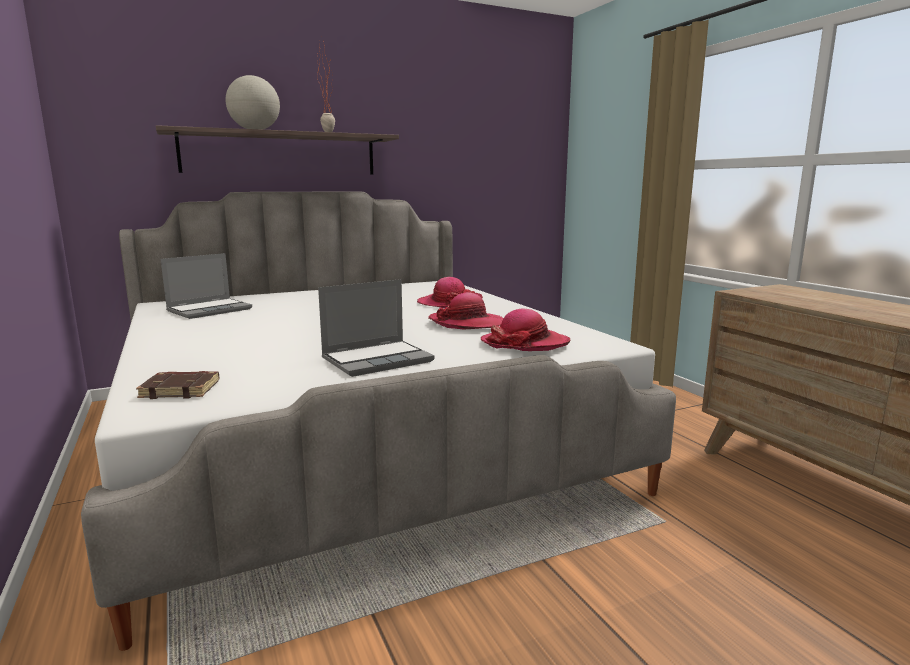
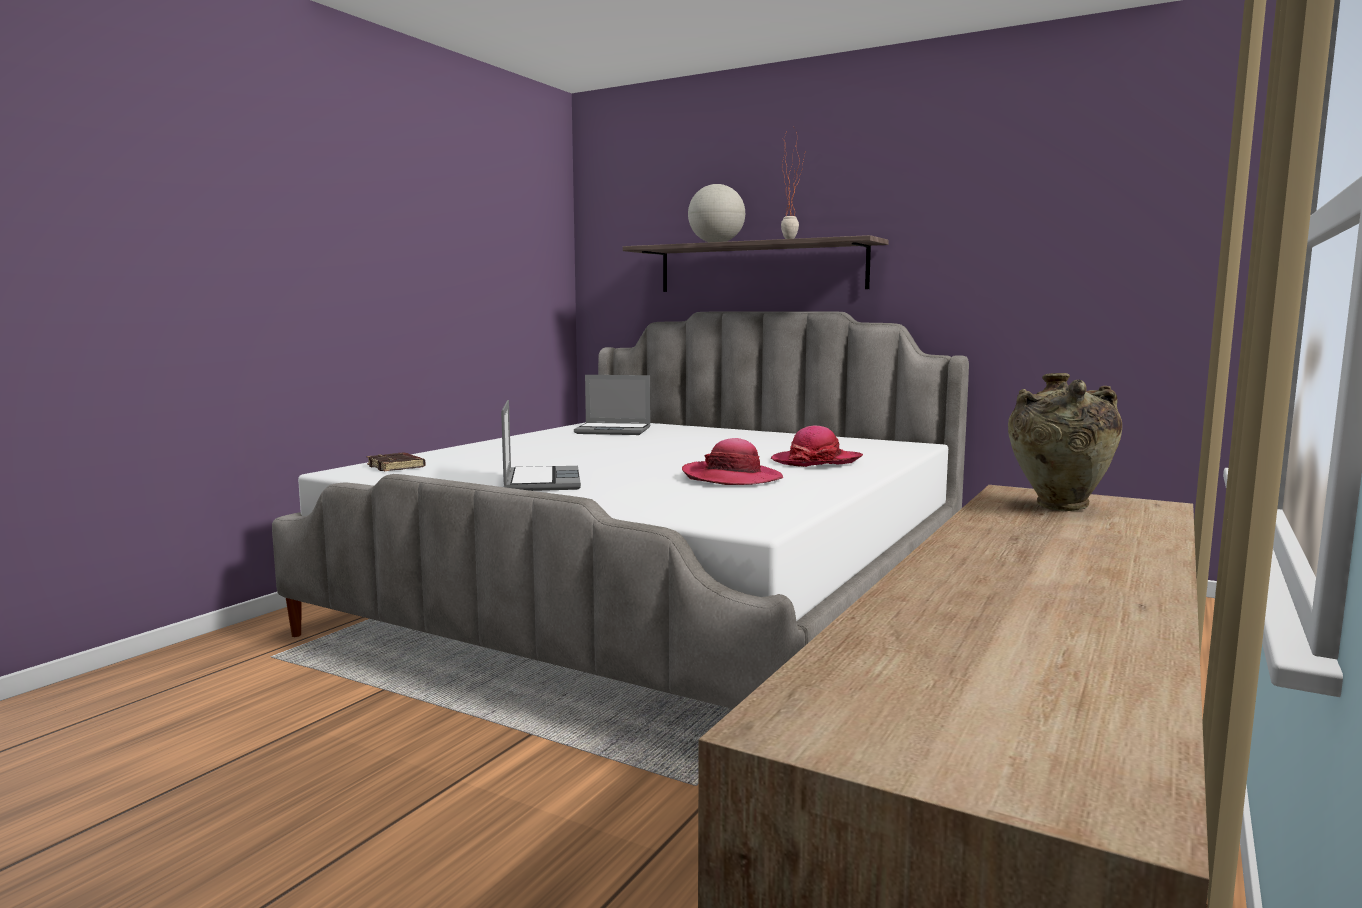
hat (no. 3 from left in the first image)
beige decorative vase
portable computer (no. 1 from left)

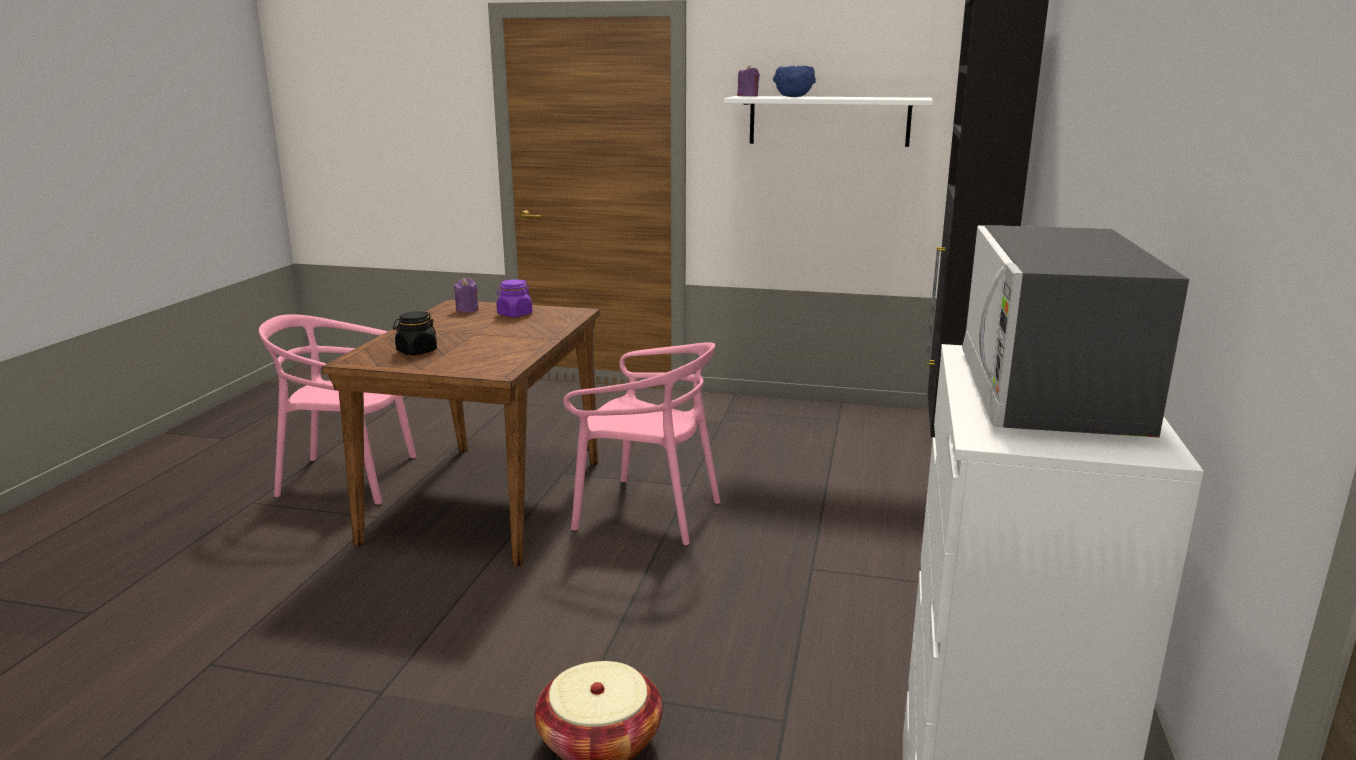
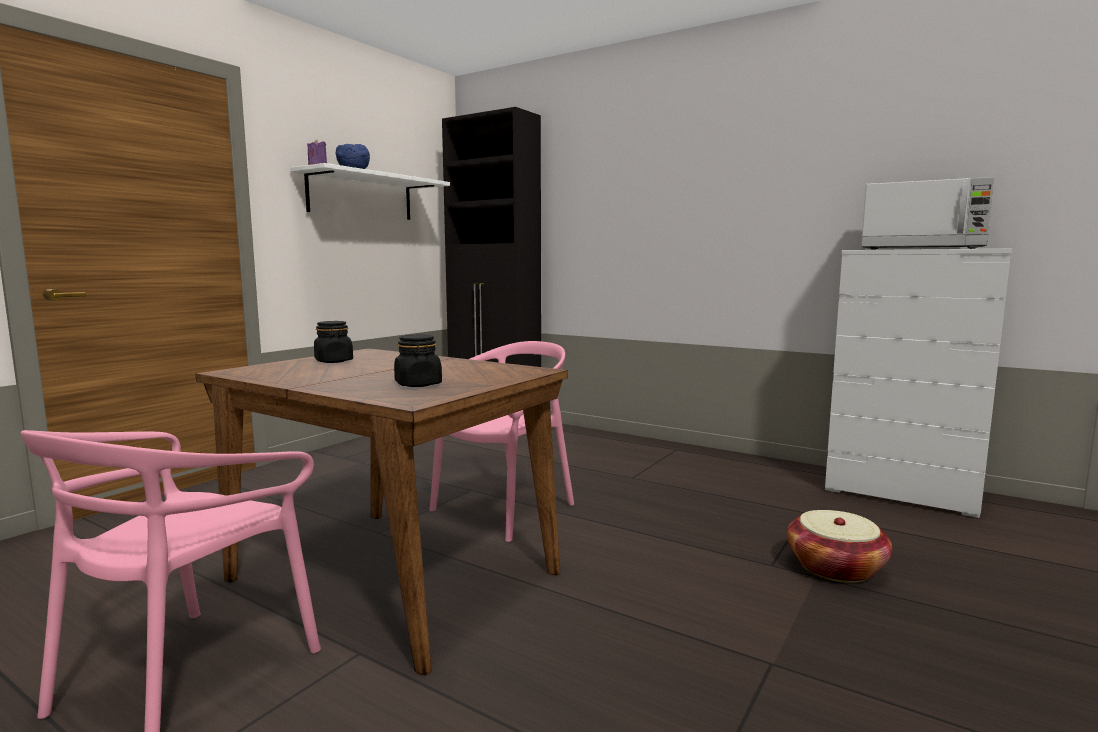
purplish candle (no. 1 from left in the first image)
black jar (no. 1 from left)

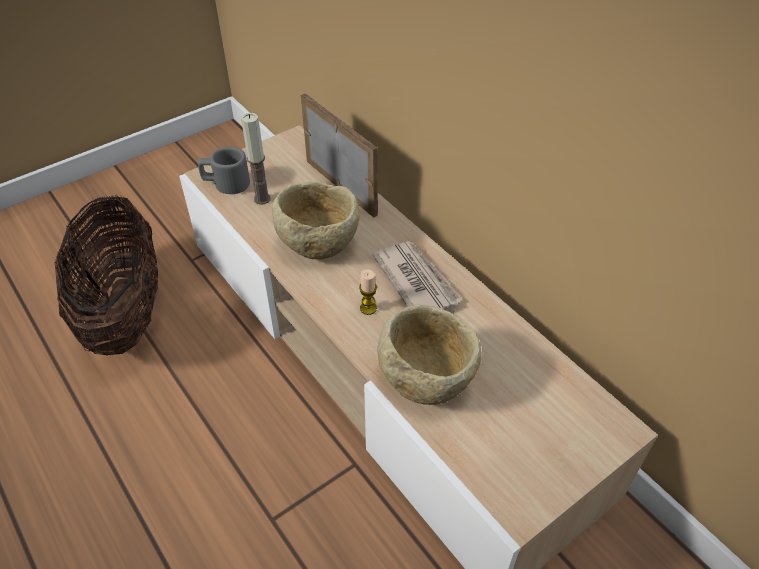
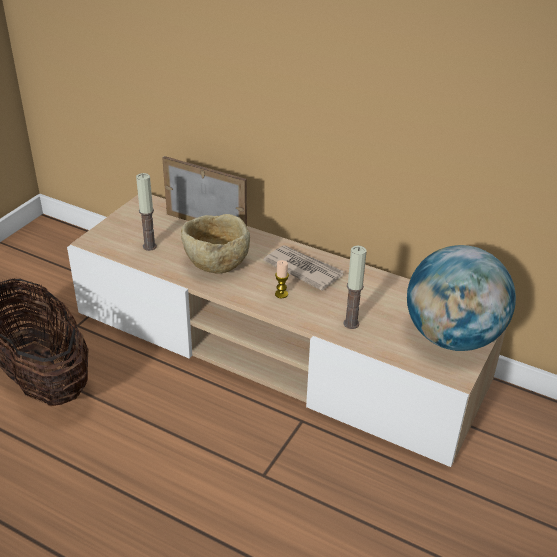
greyish tea mug
desk globe
candle (no. 3 from left)

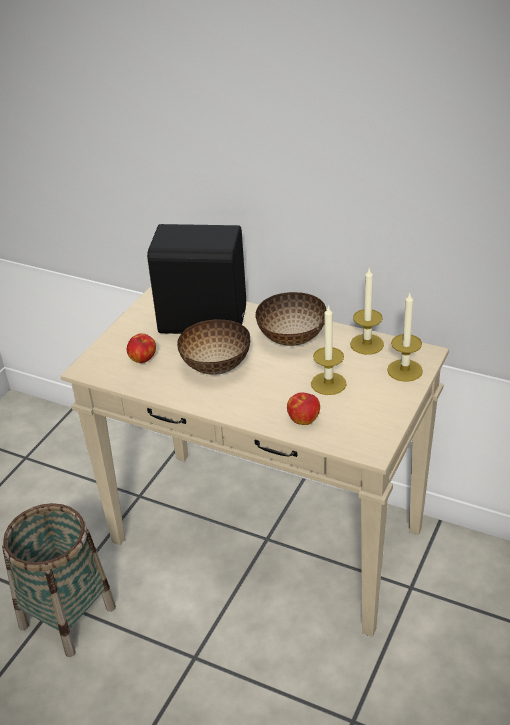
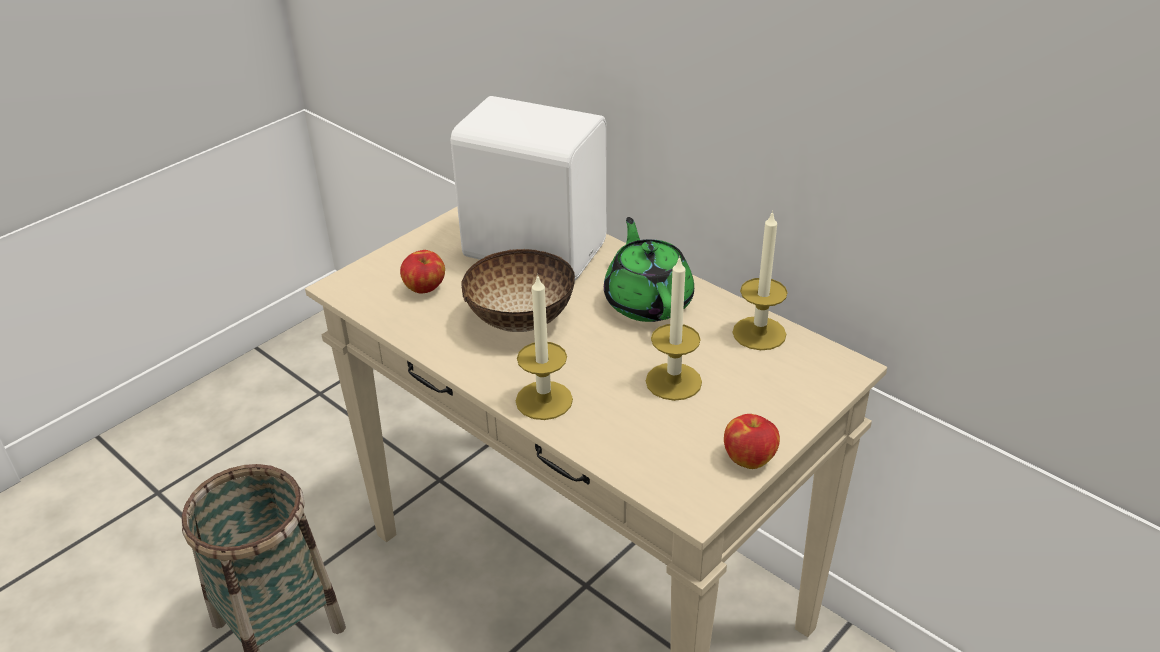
apple fruit (no. 2 from left)
candle (no. 1 from left)
green-coloured tea pot
white-coloured audio speaker

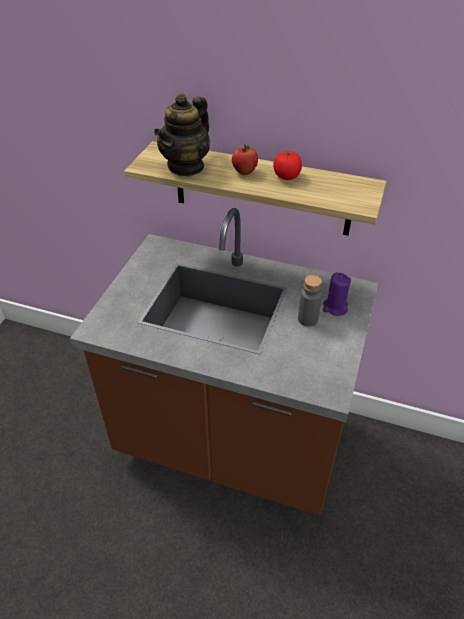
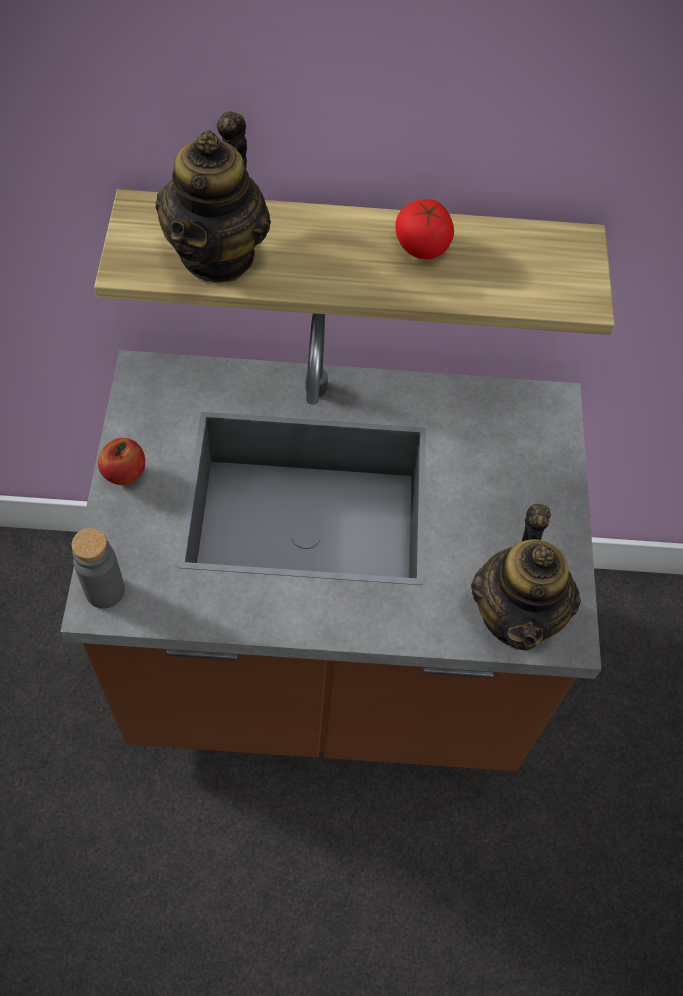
purplish candle
tea pot (no. 2 from left)
apple fruit
greyish bottle

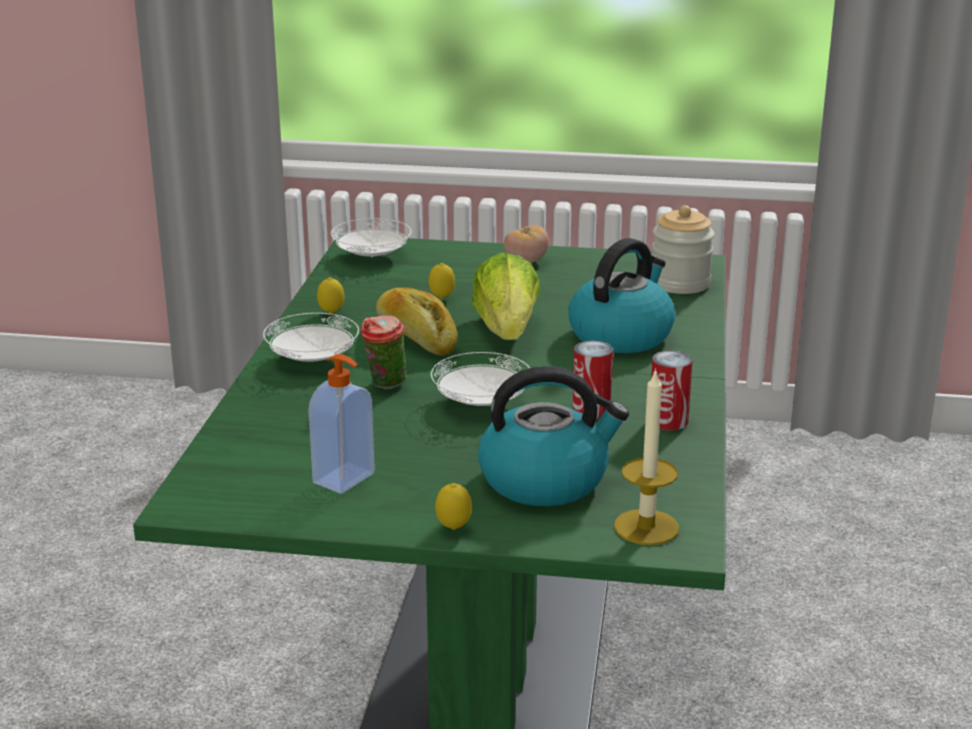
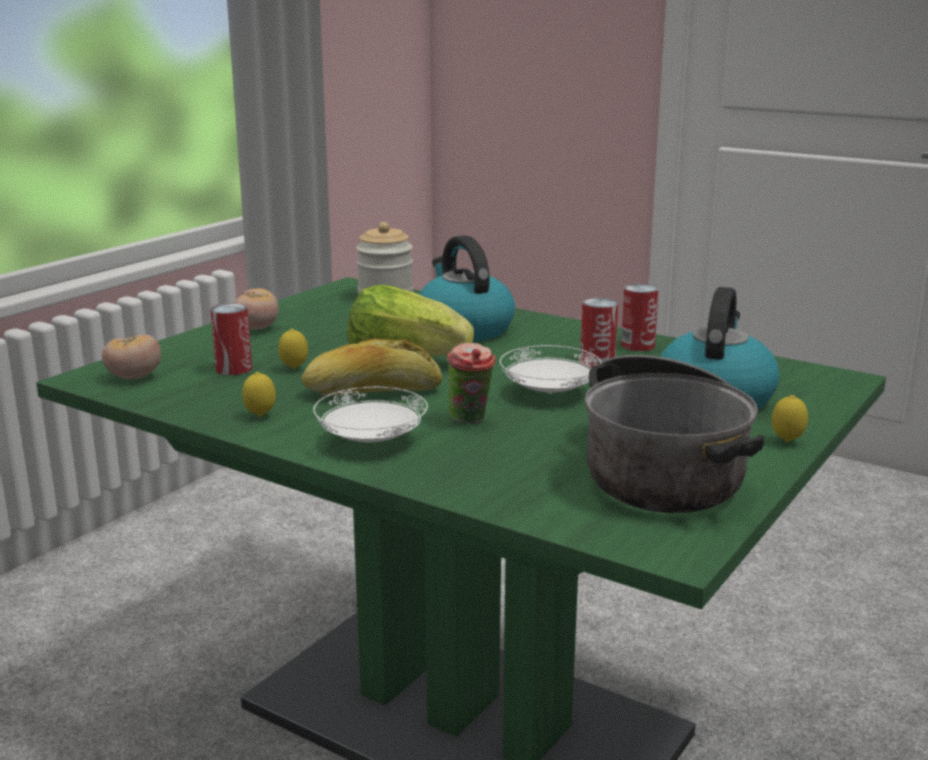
candle
can (no. 1 from left)
cooking pot
tomato (no. 1 from left)

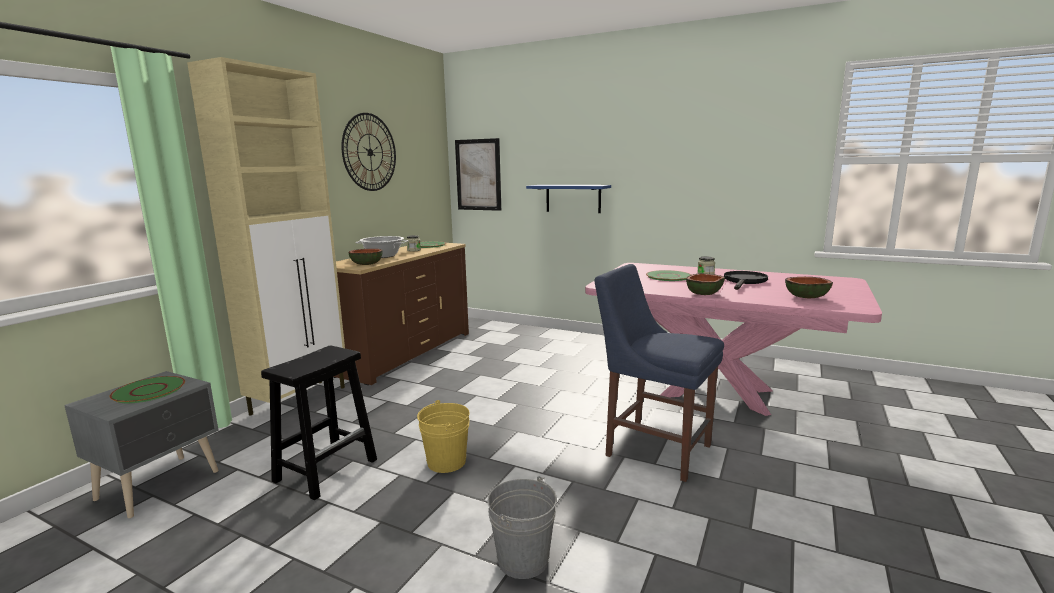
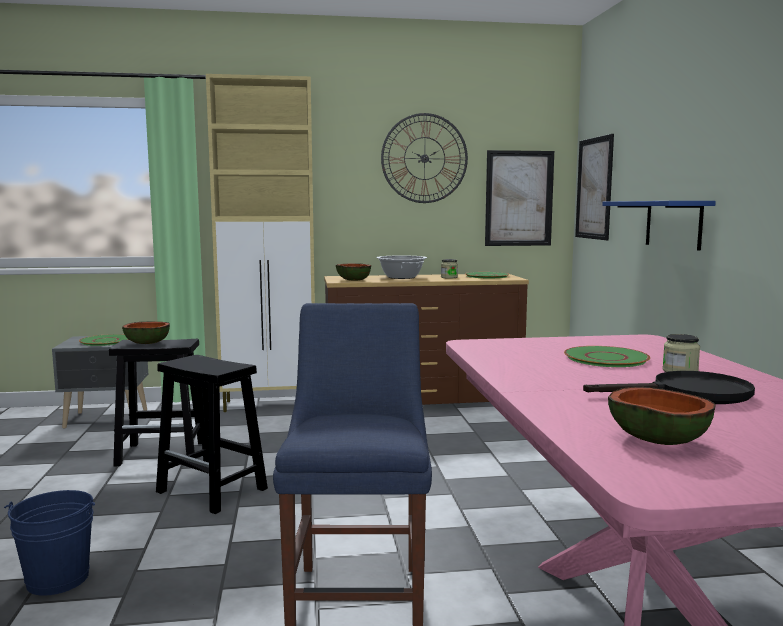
wall art (no. 1 from left)
serving bowl (no. 1 from left)
black stool (no. 2 from left)
blue-coloured pail

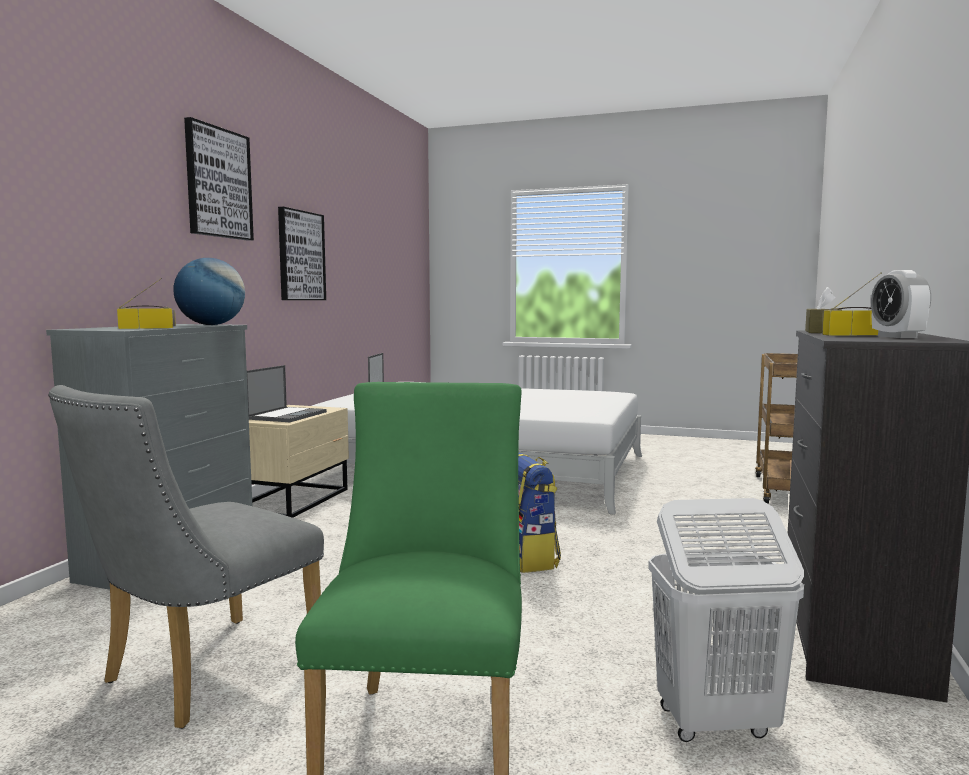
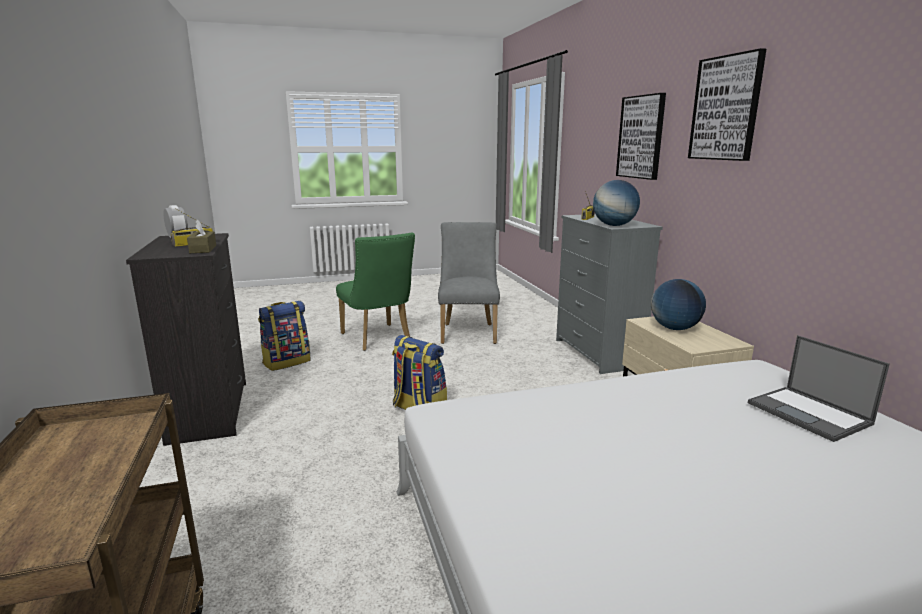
wall art (no. 1 from left)
desk globe (no. 2 from left)
rucksack (no. 1 from left)

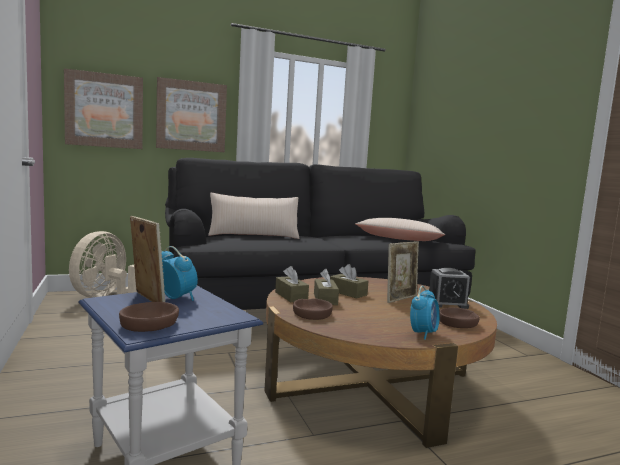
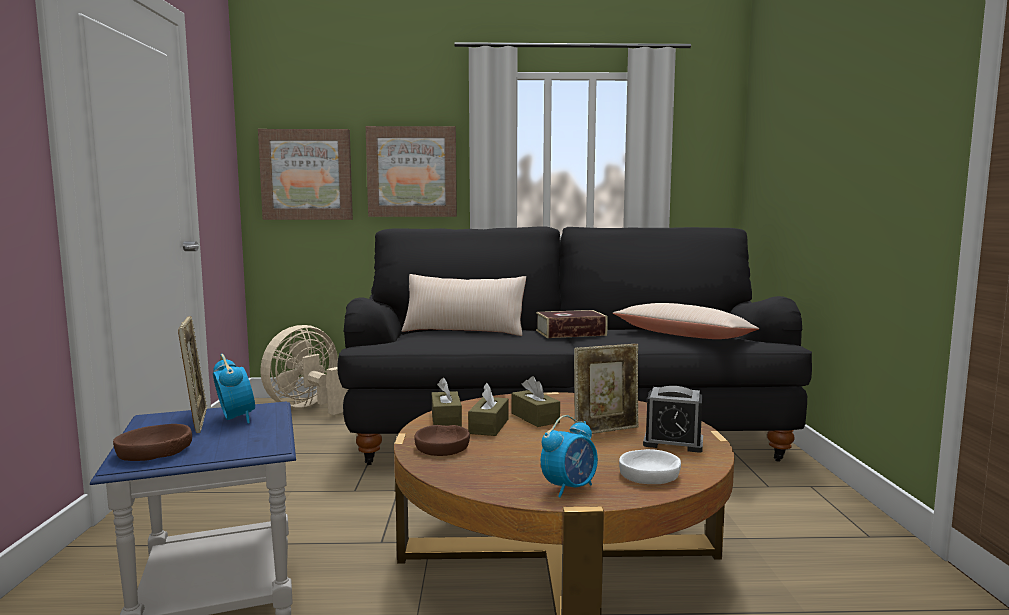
book
white-coloured serving bowl

